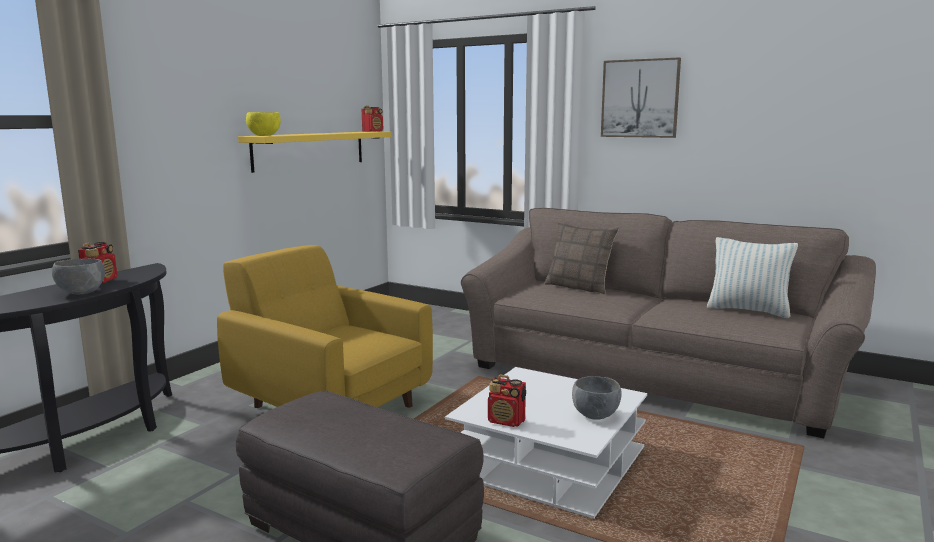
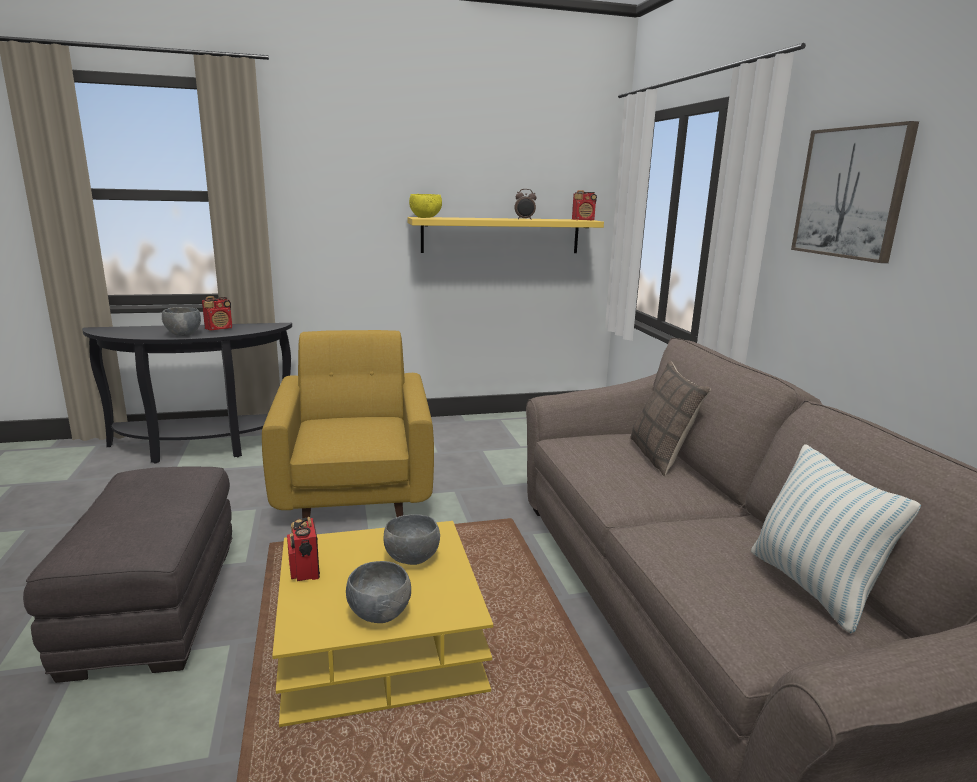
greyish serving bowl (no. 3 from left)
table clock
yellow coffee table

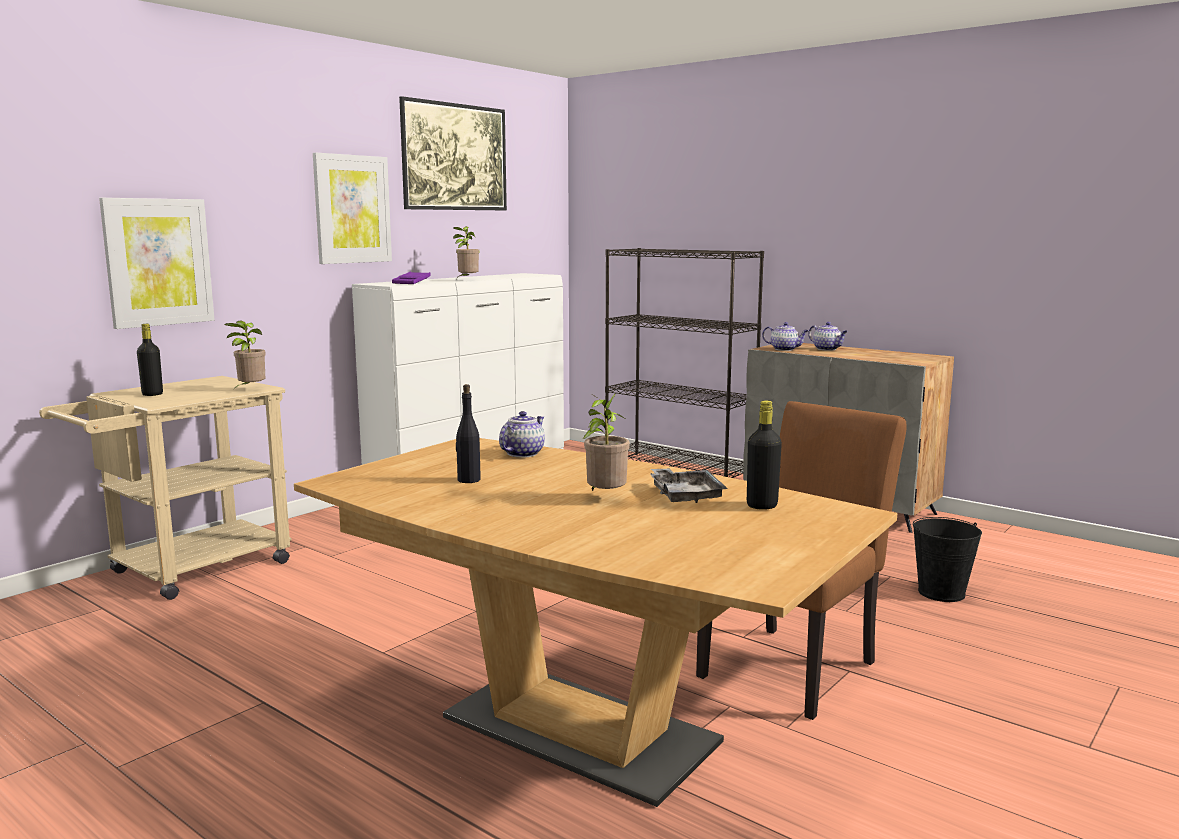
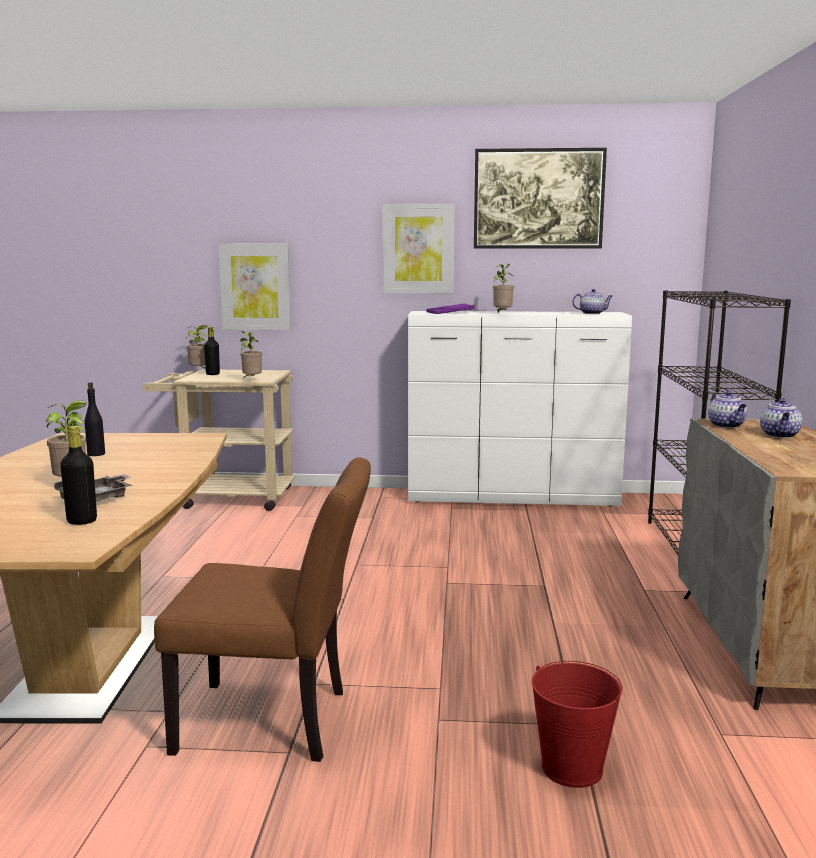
houseplant (no. 2 from left)
tea pot (no. 1 from left)
reddish pail

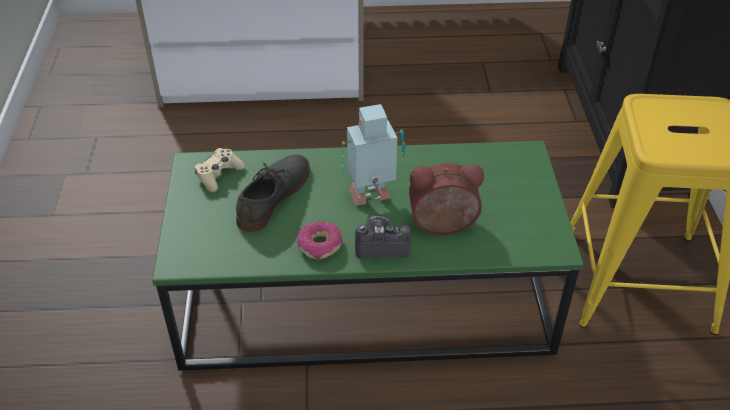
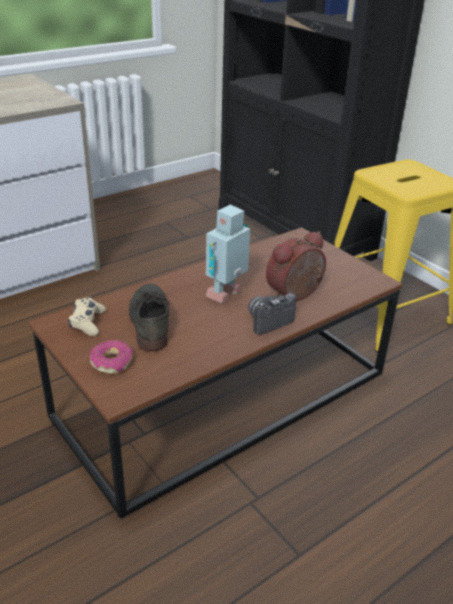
doughnut
brownish coffee table

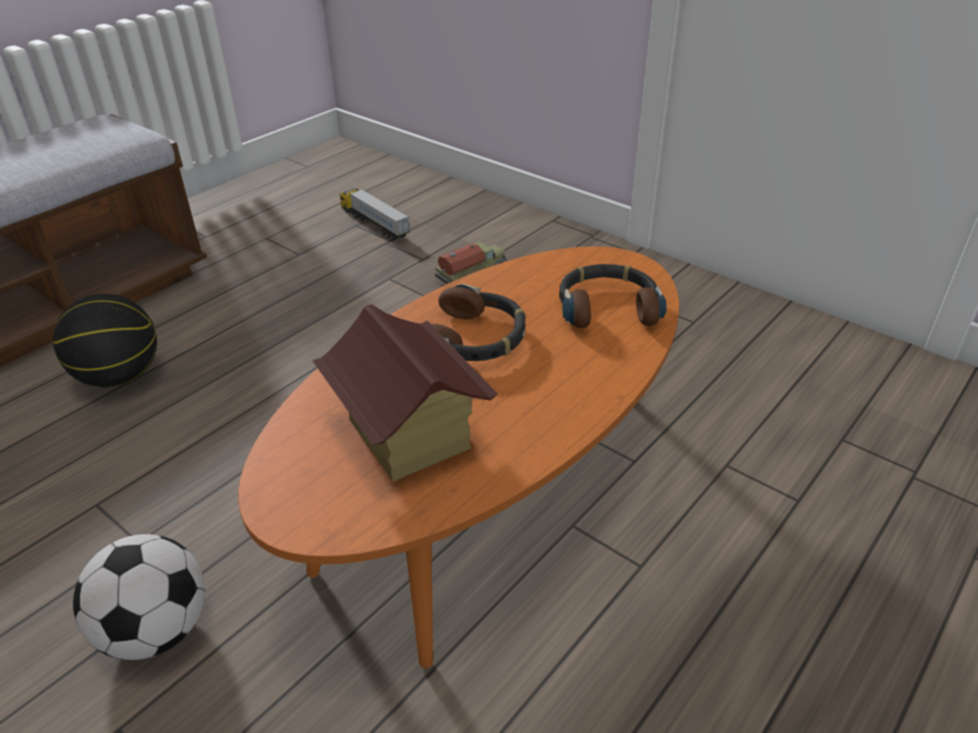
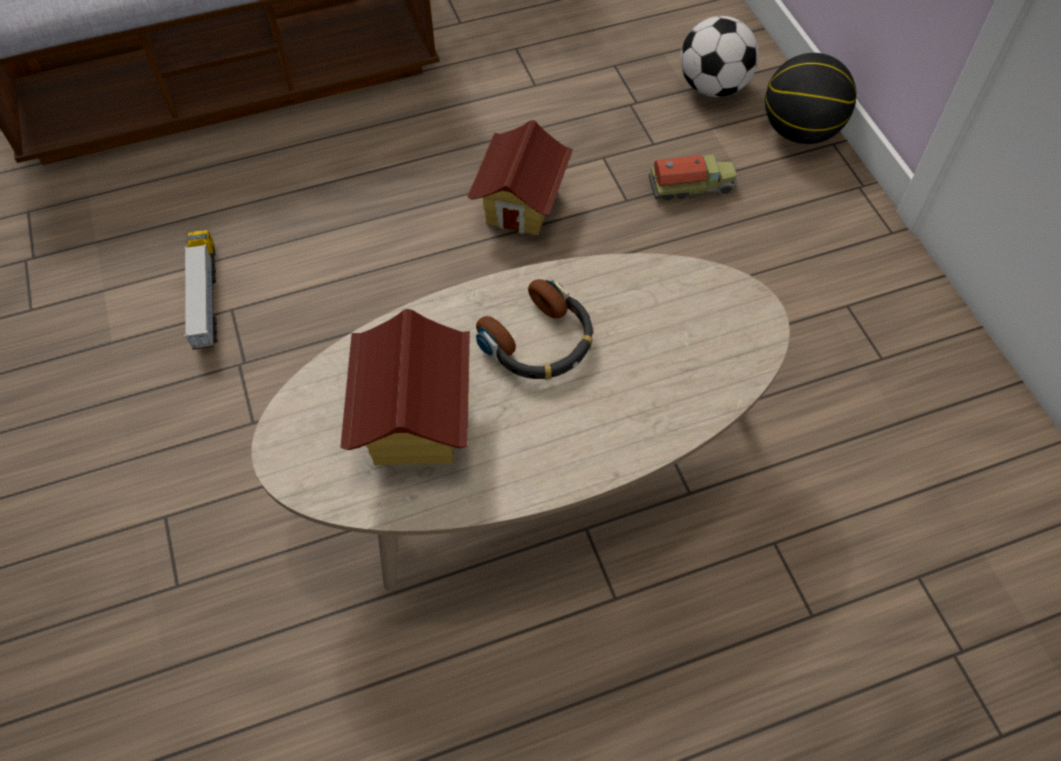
headphones (no. 2 from left in the first image)
model house (no. 2 from left)
ball for basketball
football ball
model truck (no. 1 from left)
beige coffee table

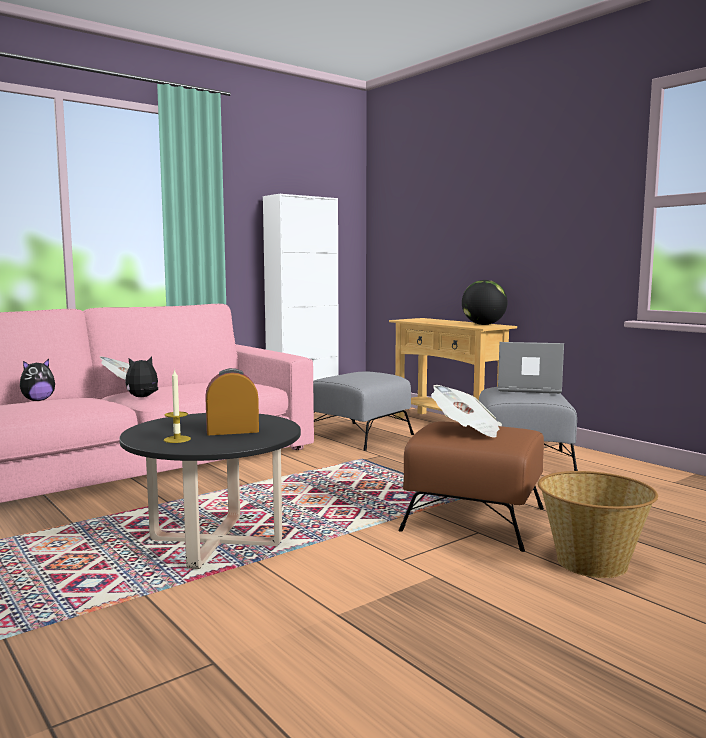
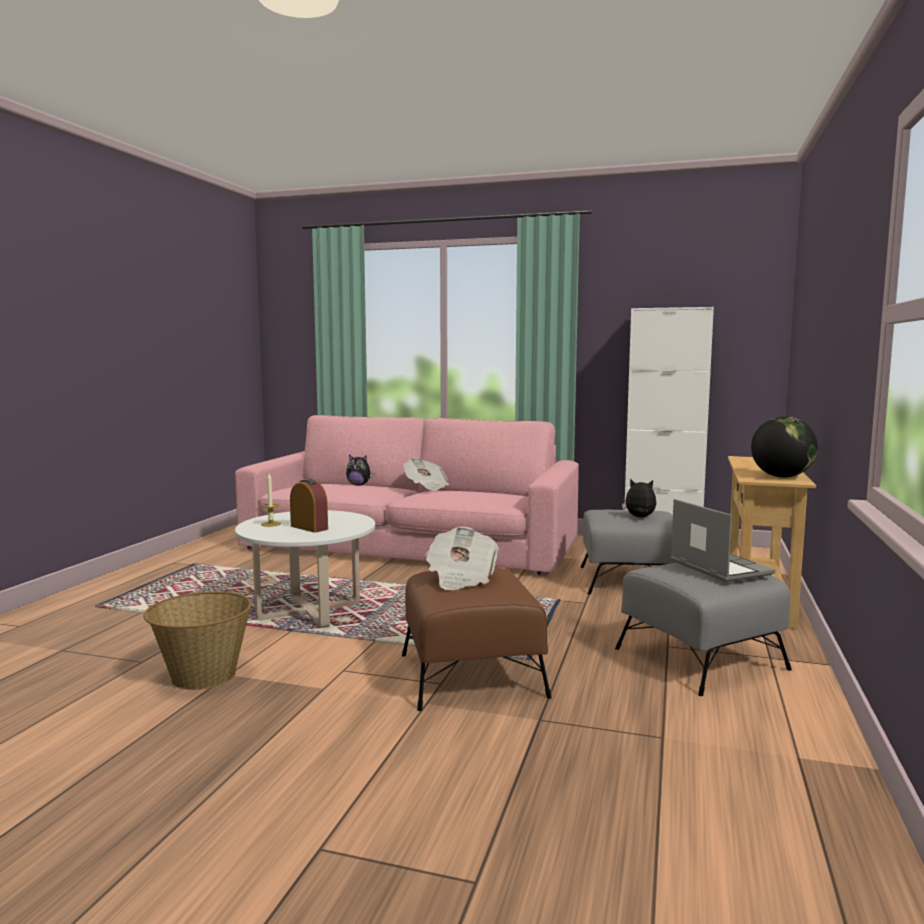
soft toy (no. 2 from left)
storage basket
white-coloured coffee table

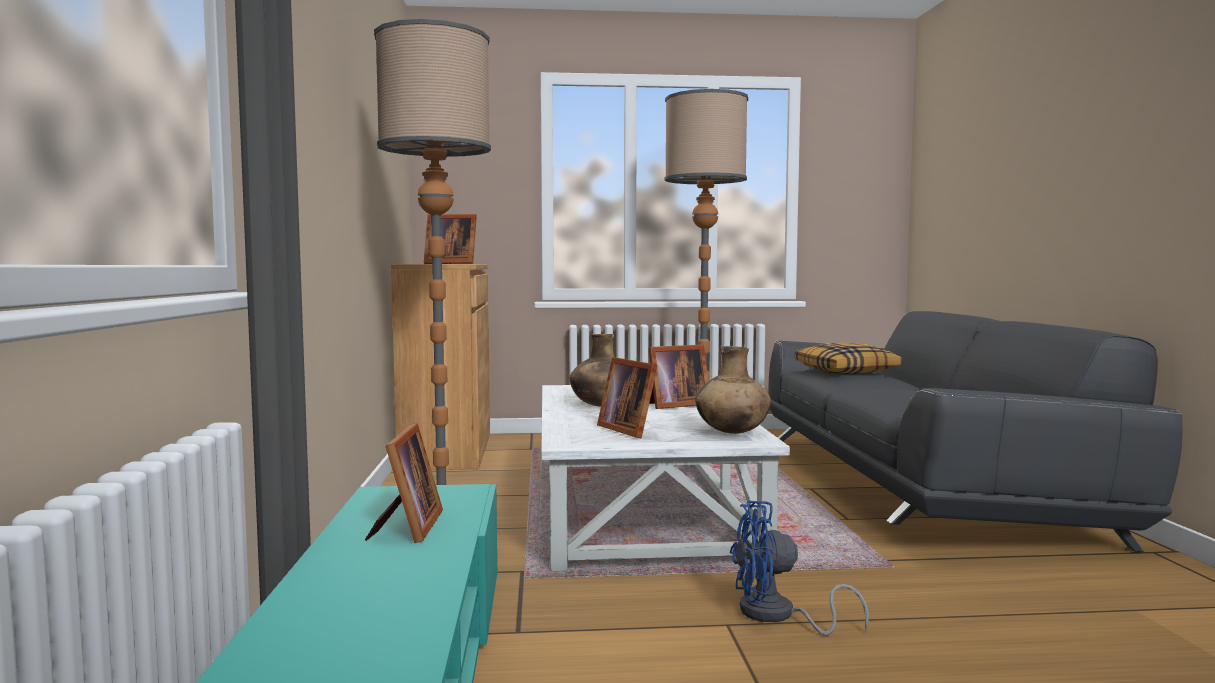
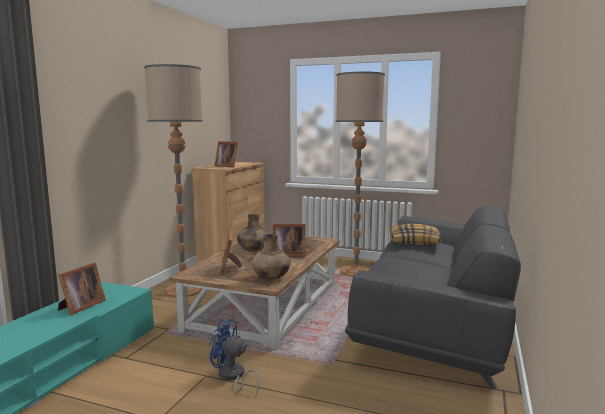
brownish coffee table

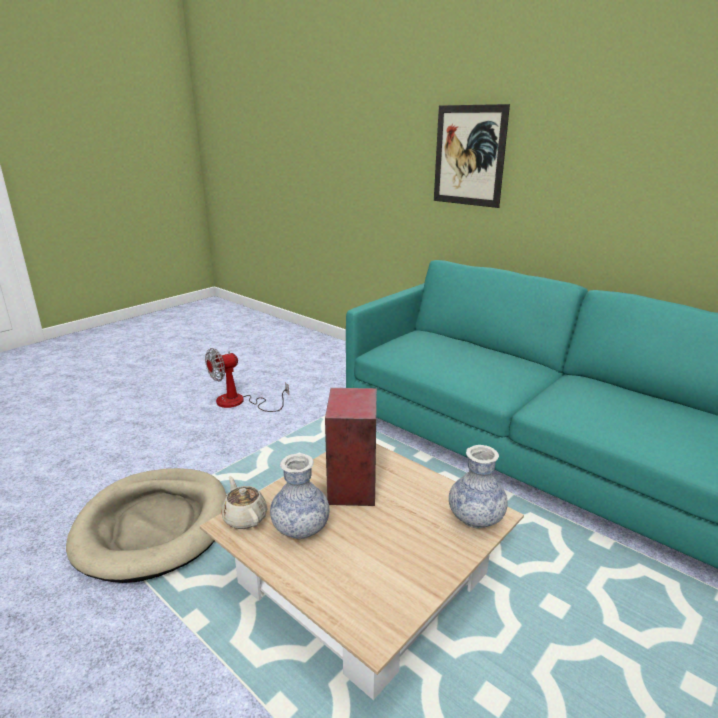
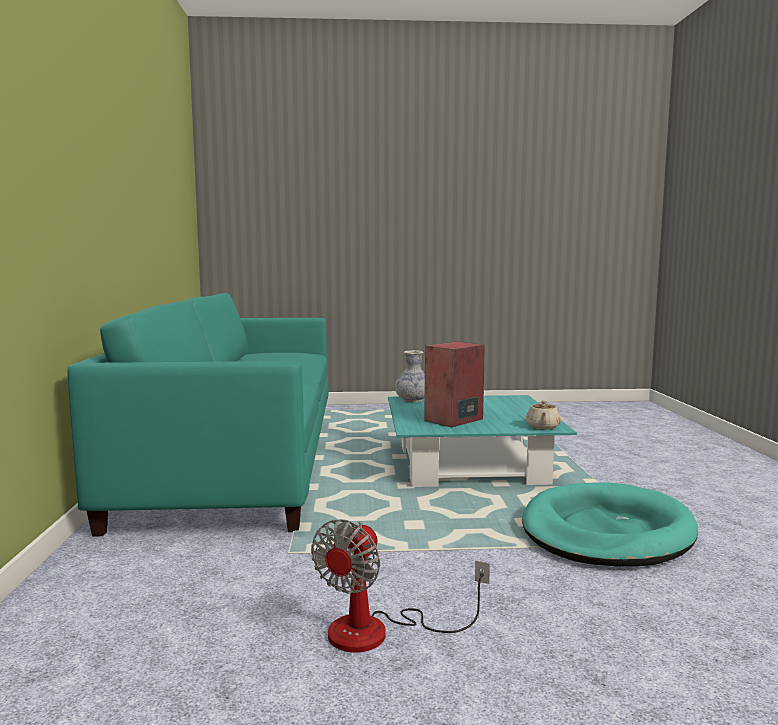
decorative vase (no. 1 from left in the first image)
wall art
turquoise pet bed
turquoise coffee table
fan

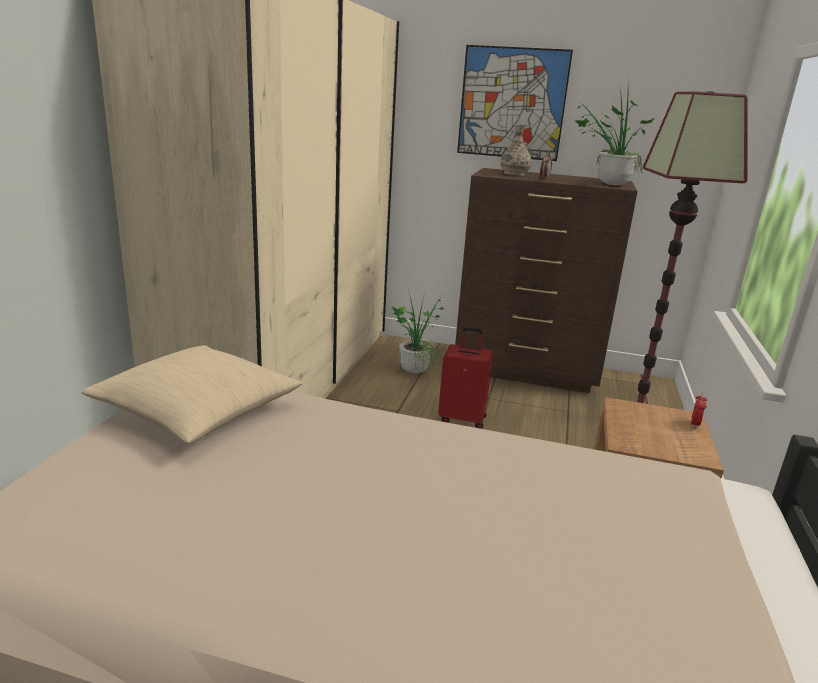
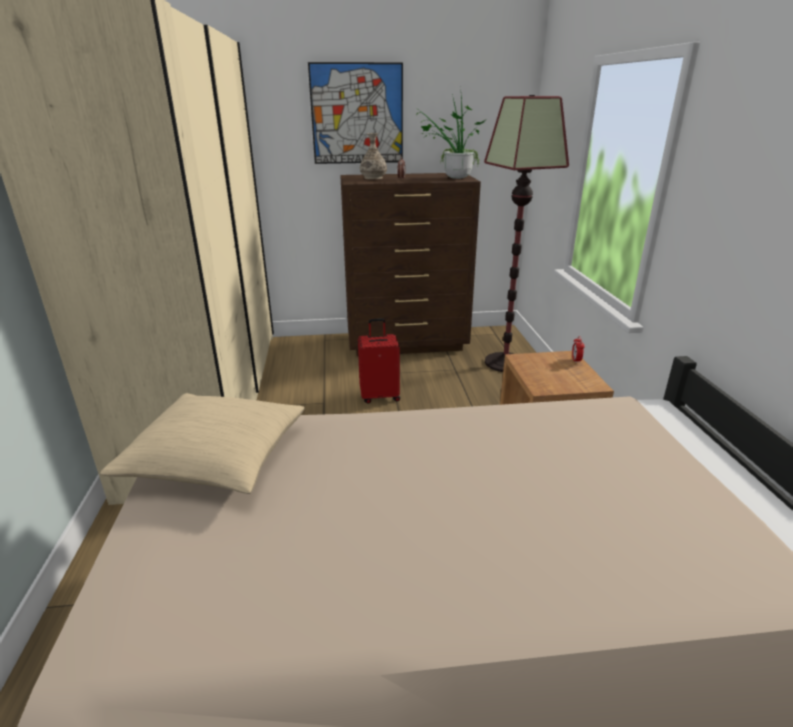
houseplant (no. 1 from left in the first image)

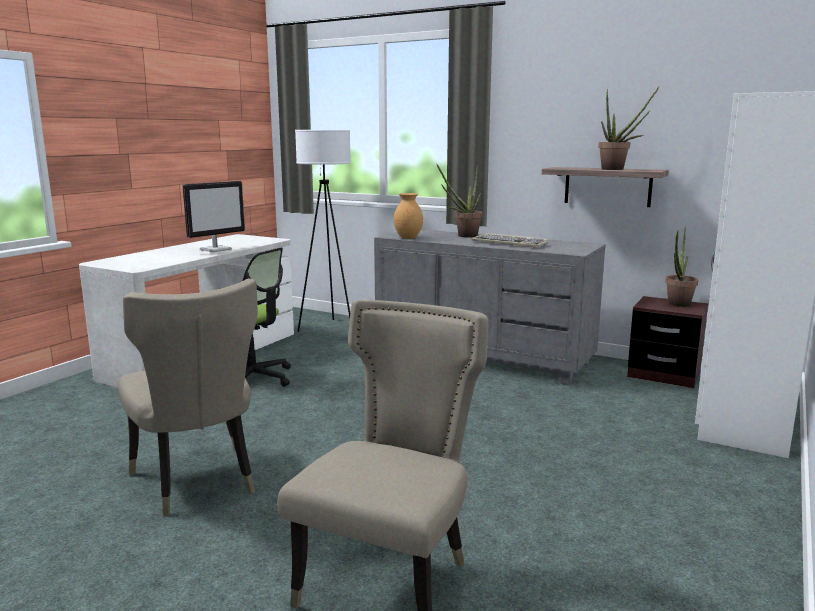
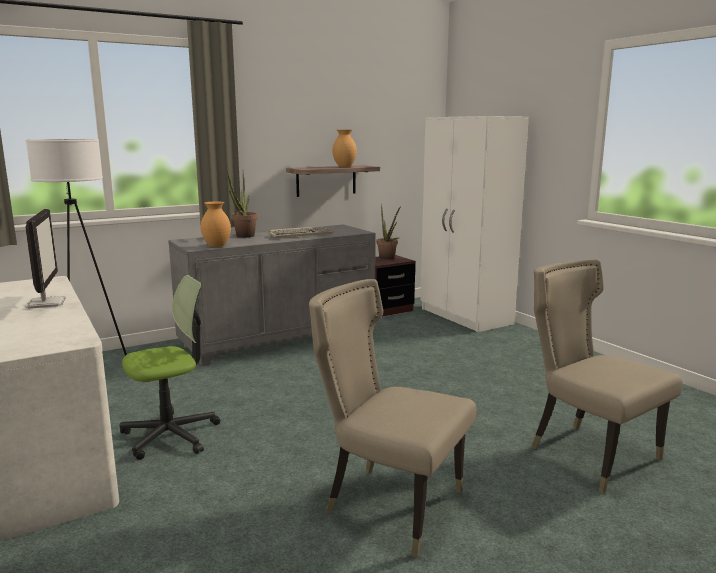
brownish decorative vase (no. 2 from left)
beige plain chair (no. 1 from left)

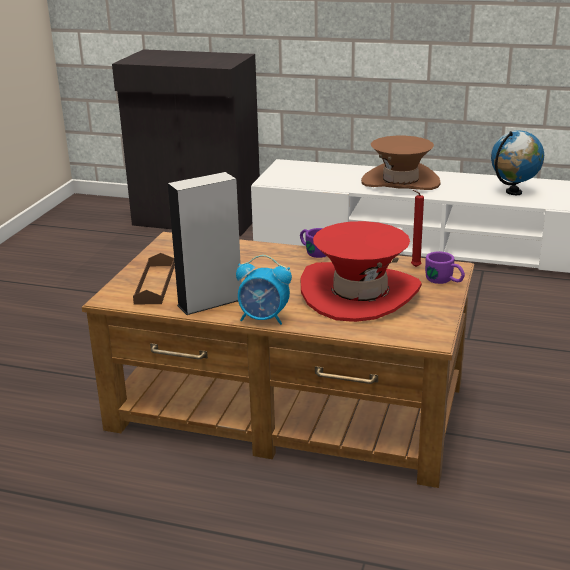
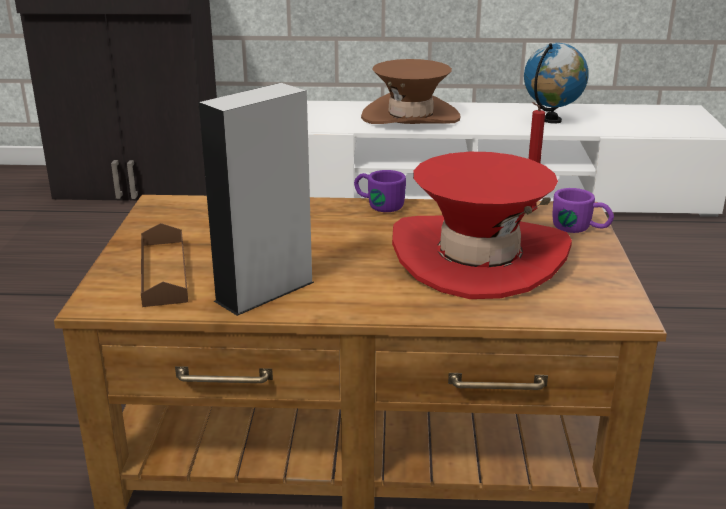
table clock

